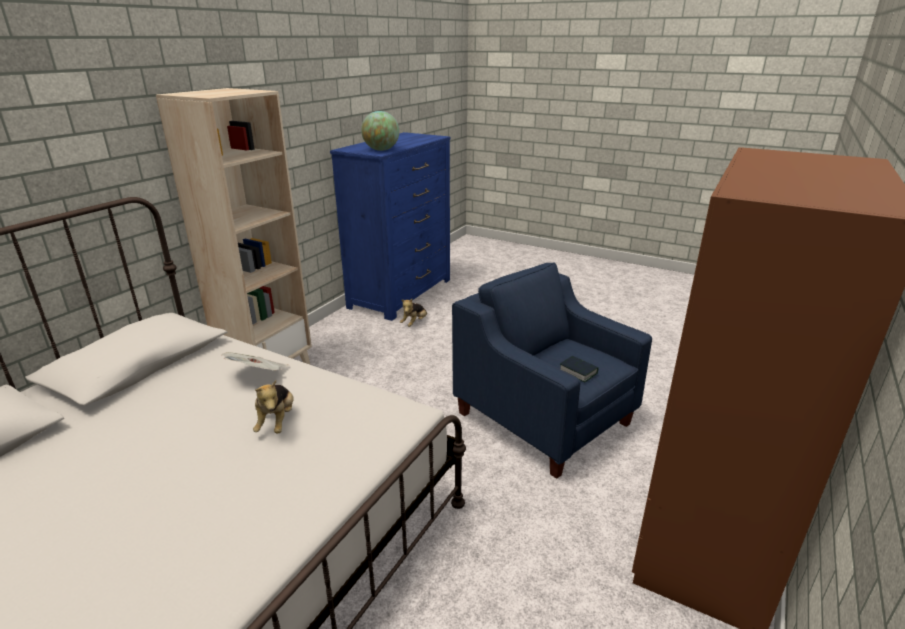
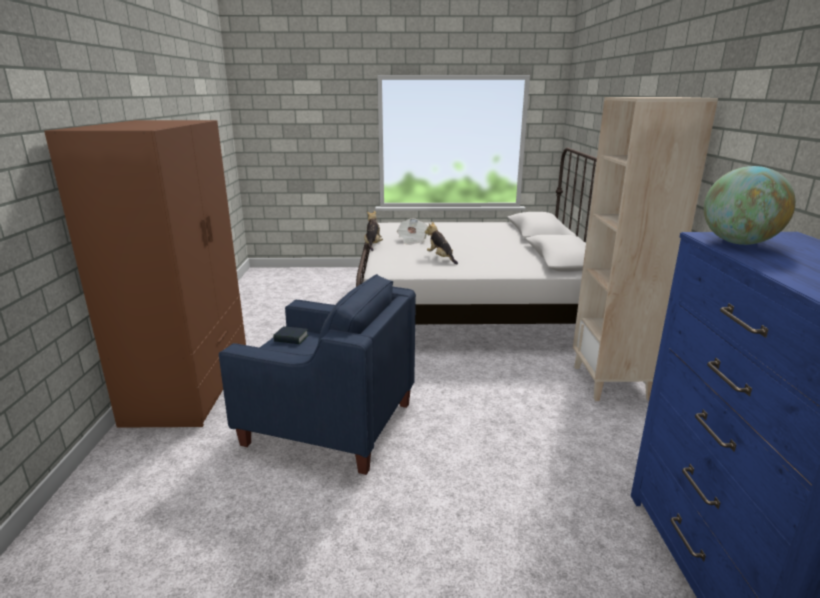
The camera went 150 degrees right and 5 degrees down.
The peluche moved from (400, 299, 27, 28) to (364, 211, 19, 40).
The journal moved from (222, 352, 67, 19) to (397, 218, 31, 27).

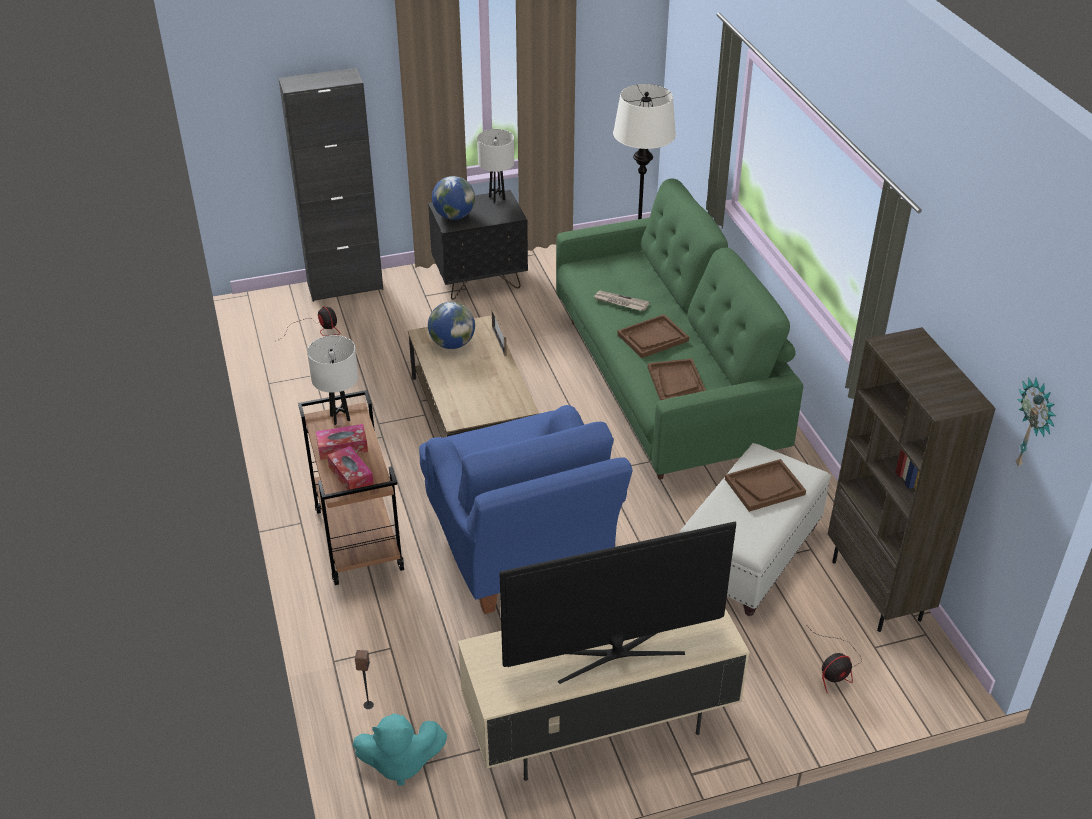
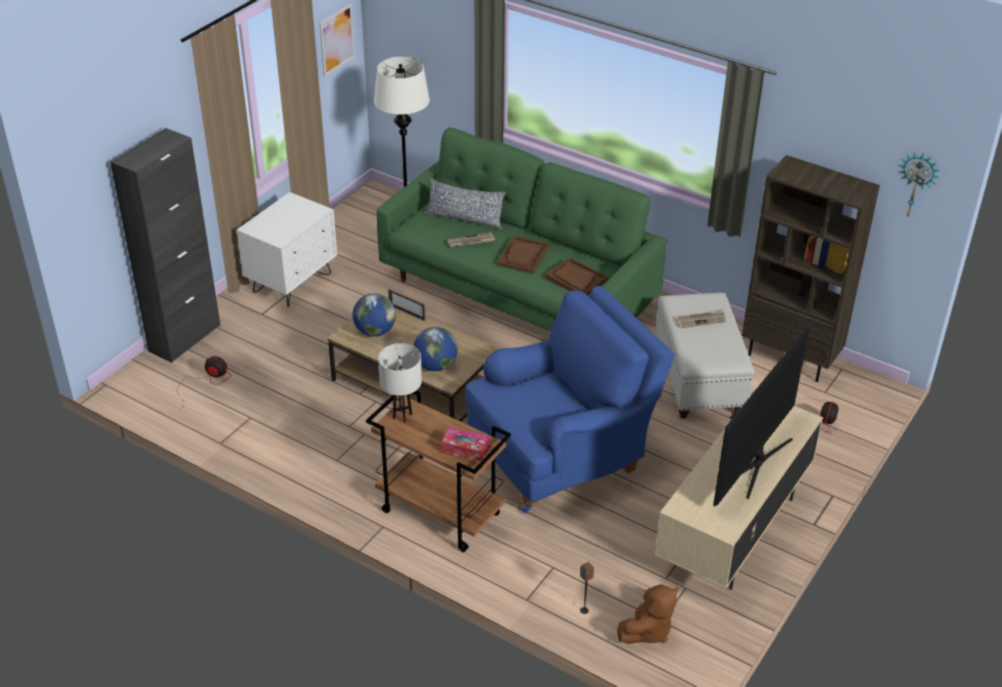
The camera went 40 degrees left and 0 degrees up.
The lampe de table (blanc) at (477, 129, 37, 74) disappeared.
The globe moved from (432, 176, 43, 44) to (414, 327, 44, 44).
The table de chevet (noir) at (428, 190, 100, 110) became the table de chevet (blanc) at (237, 192, 100, 115).
The fauteuil (bleu) at (419, 405, 213, 209) turned 60 degrees counterclockwise.
The boîte à mouchoirs at (316, 424, 52, 36) disappeared.
The plateau (marron) at (725, 459, 81, 53) was replaced by the journal at (676, 309, 50, 19).
The peluche (turquoise) at (352, 714, 95, 72) became the peluche (marron) at (617, 584, 62, 60).
The tableau at (319, 4, 36, 72) appeared.
The coussin at (424, 178, 82, 51) appeared.

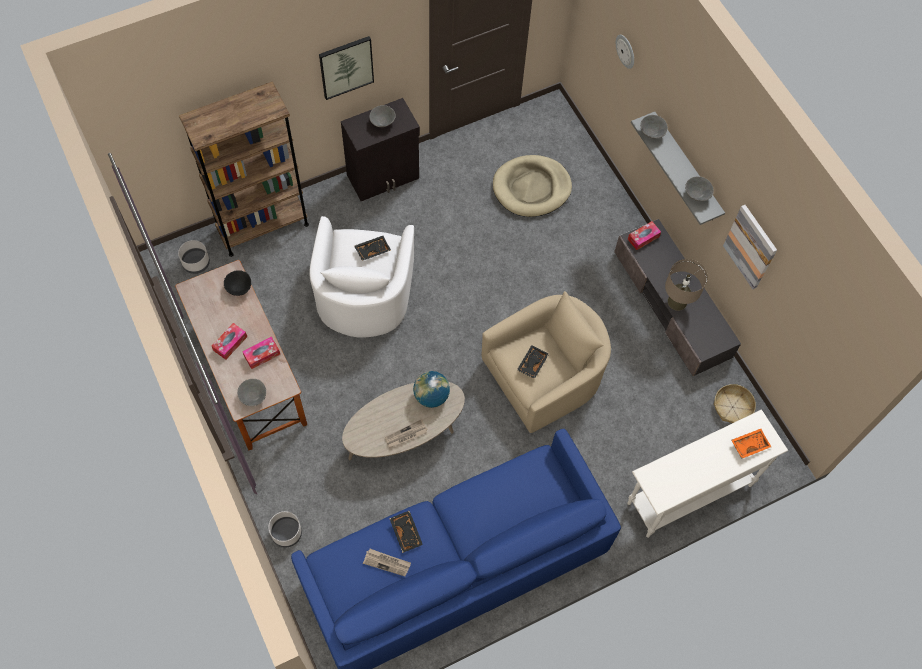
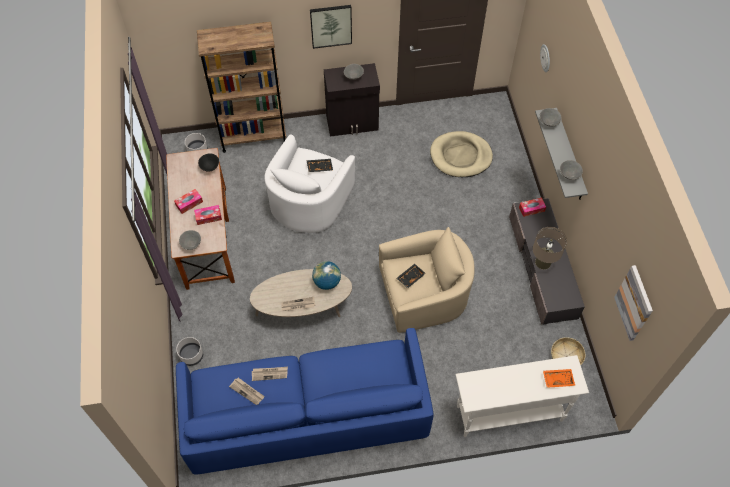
The camera went 20 degrees right and 5 degrees down.
The tableau moved from (723, 205, 54, 84) to (614, 265, 39, 76).
The plateau (noir) at (389, 510, 34, 43) was replaced by the journal at (252, 367, 36, 14).

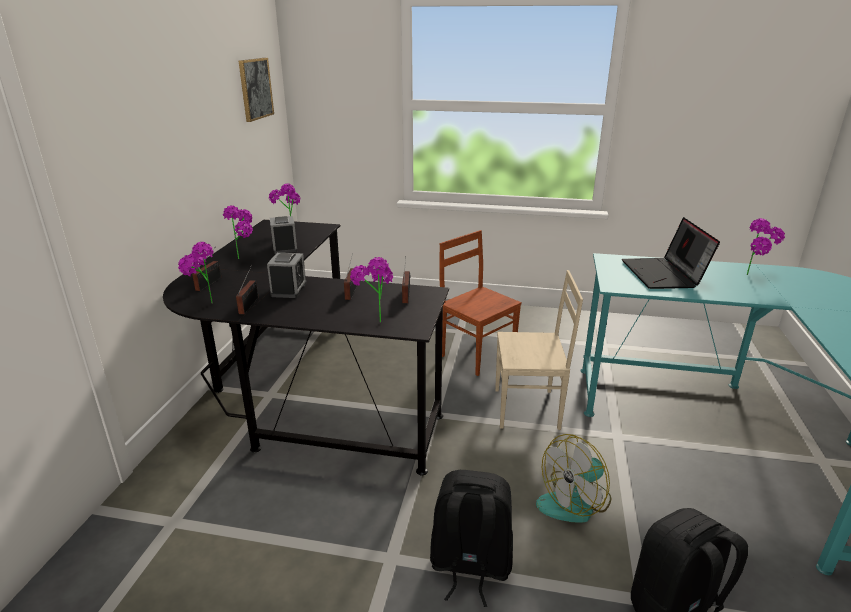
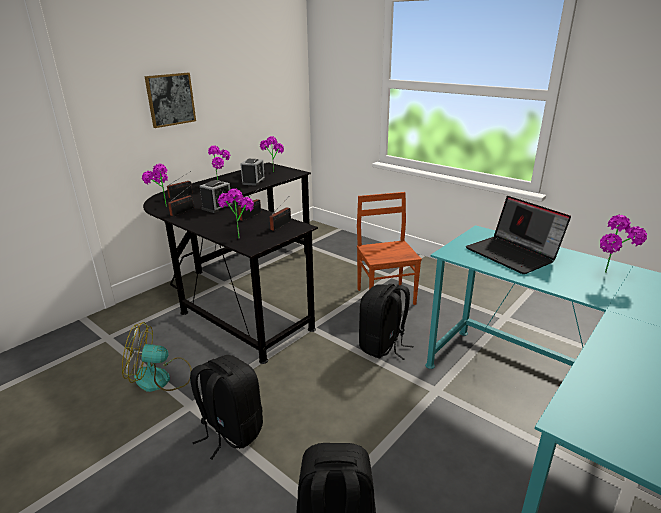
The camera went 30 degrees right and 0 degrees up.
The tableau moved from (239, 58, 35, 64) to (144, 73, 52, 55).
The ordinateur portable at (622, 217, 98, 72) turned 60 degrees counterclockwise.
The chaise (beige) at (495, 270, 88, 160) was replaced by the sac à dos (noir) at (359, 284, 55, 76).
The ventilateur moved from (536, 434, 75, 89) to (122, 322, 70, 70).

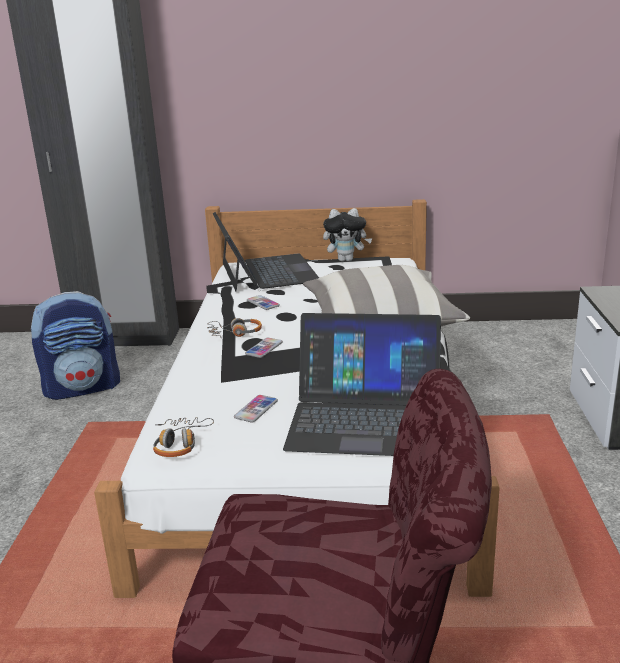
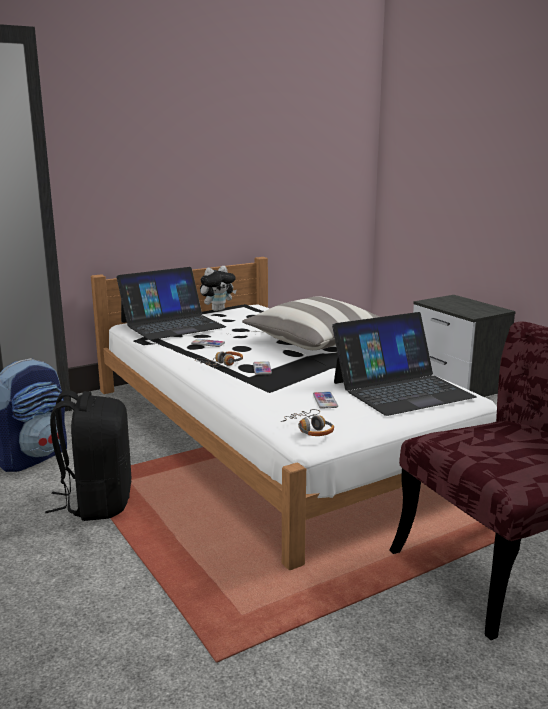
The camera went 35 degrees left and 5 degrees down.
The ordinateur portable at (213, 212, 106, 80) turned 105 degrees clockwise.
The sac à dos (noir) at (45, 390, 86, 131) appeared.

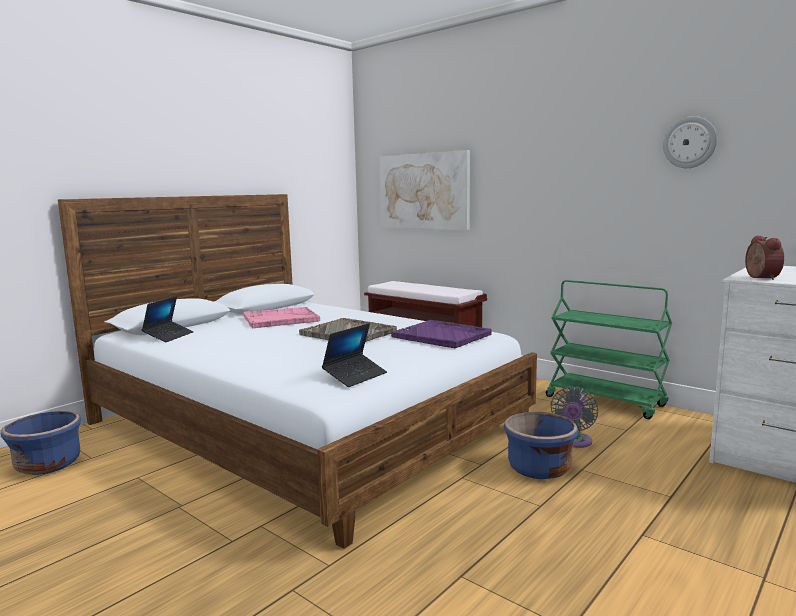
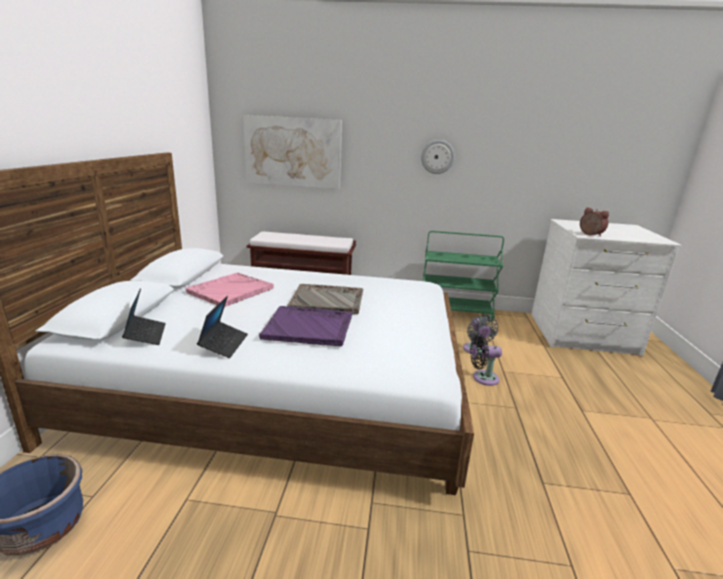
The camera went 35 degrees left and 10 degrees up.
The horloge murale moved from (663, 116, 54, 52) to (421, 140, 34, 34).
The plateau (violet) moved from (391, 320, 101, 28) to (259, 306, 93, 40).
The ordinateur portable moved from (322, 323, 65, 64) to (197, 296, 51, 62).
The cache-pot (bleu) at (504, 412, 74, 67) was replaced by the ventilateur (noir) at (470, 334, 32, 52).

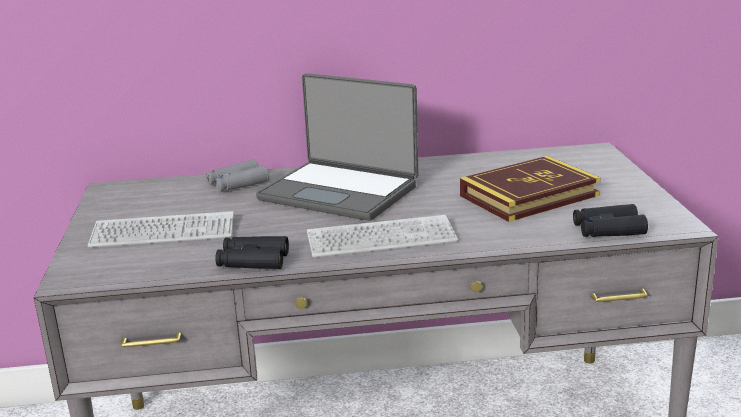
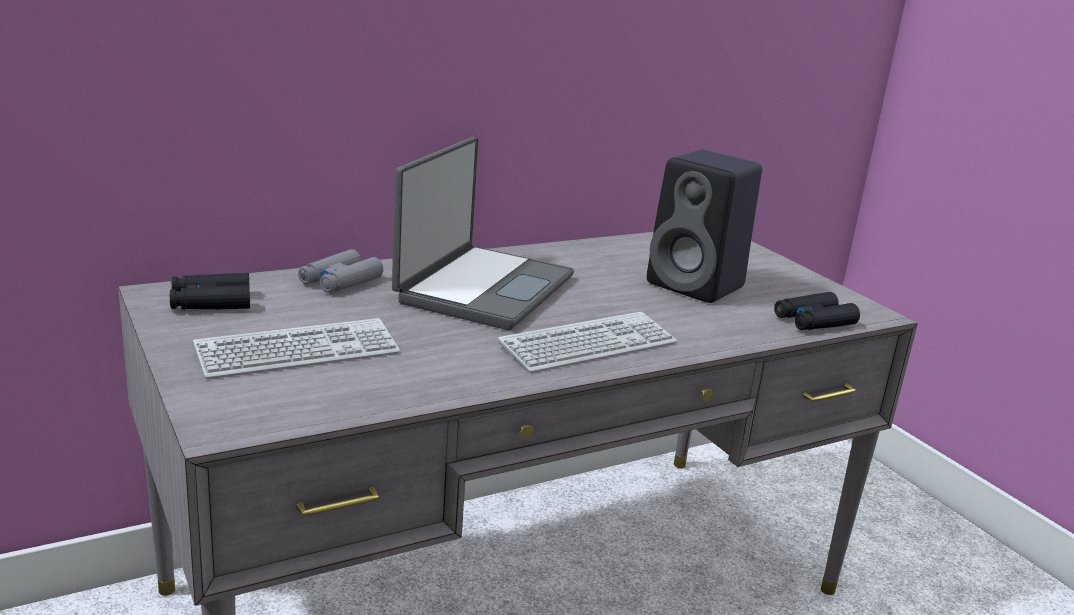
The camera went 25 degrees left and 0 degrees up.
The ordinateur portable at (256, 73, 162, 148) turned 75 degrees counterclockwise.
The livre at (460, 156, 140, 66) was replaced by the enceinte (noir) at (647, 150, 115, 153).
The jumelles (noir) moved from (215, 236, 74, 33) to (170, 273, 80, 36).

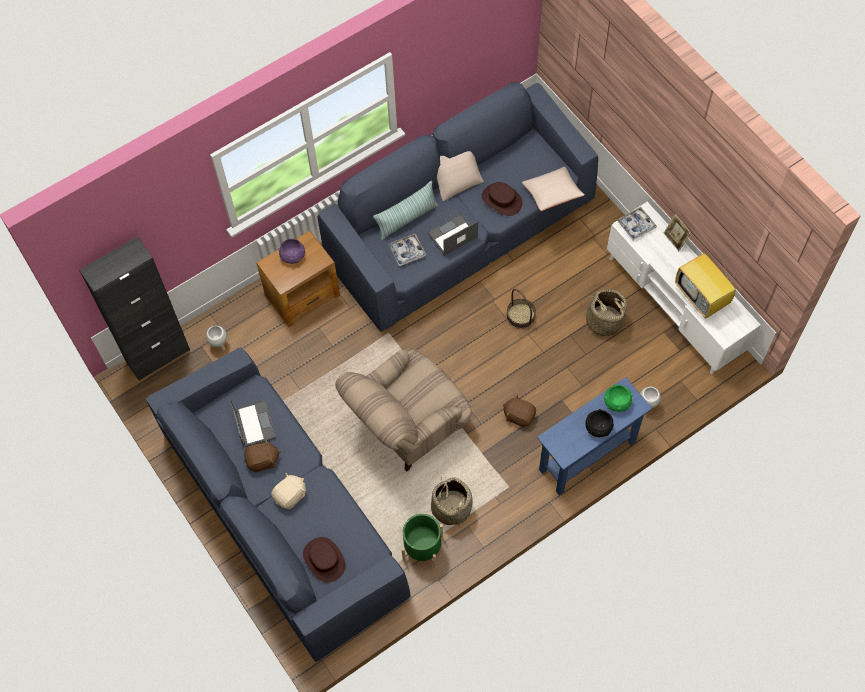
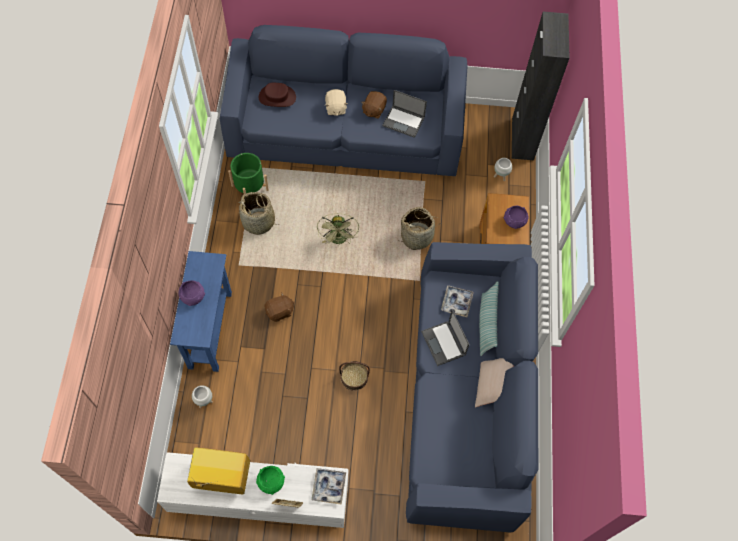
The camera went 125 degrees right and 0 degrees up.
The coussin (beige) at (522, 167, 63, 44) disappeared.
The chapeau (marron) at (481, 182, 41, 34) disappeared.
The ordinateur portable at (427, 214, 51, 42) turned 150 degrees clockwise.
The panier moved from (581, 289, 46, 47) to (400, 207, 38, 43).
The fauteuil (beige) at (335, 350, 137, 121) was replaced by the ventilateur (vert) at (317, 213, 42, 33).
The bol (vert) moved from (604, 384, 29, 28) to (256, 466, 29, 29).
The bol (noir) at (585, 409, 29, 28) became the bol (violet) at (178, 280, 27, 26).

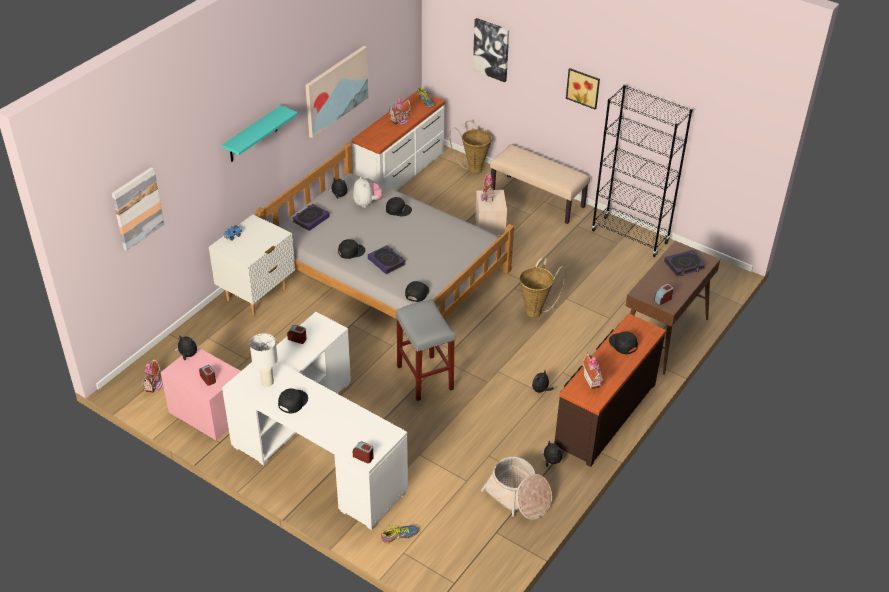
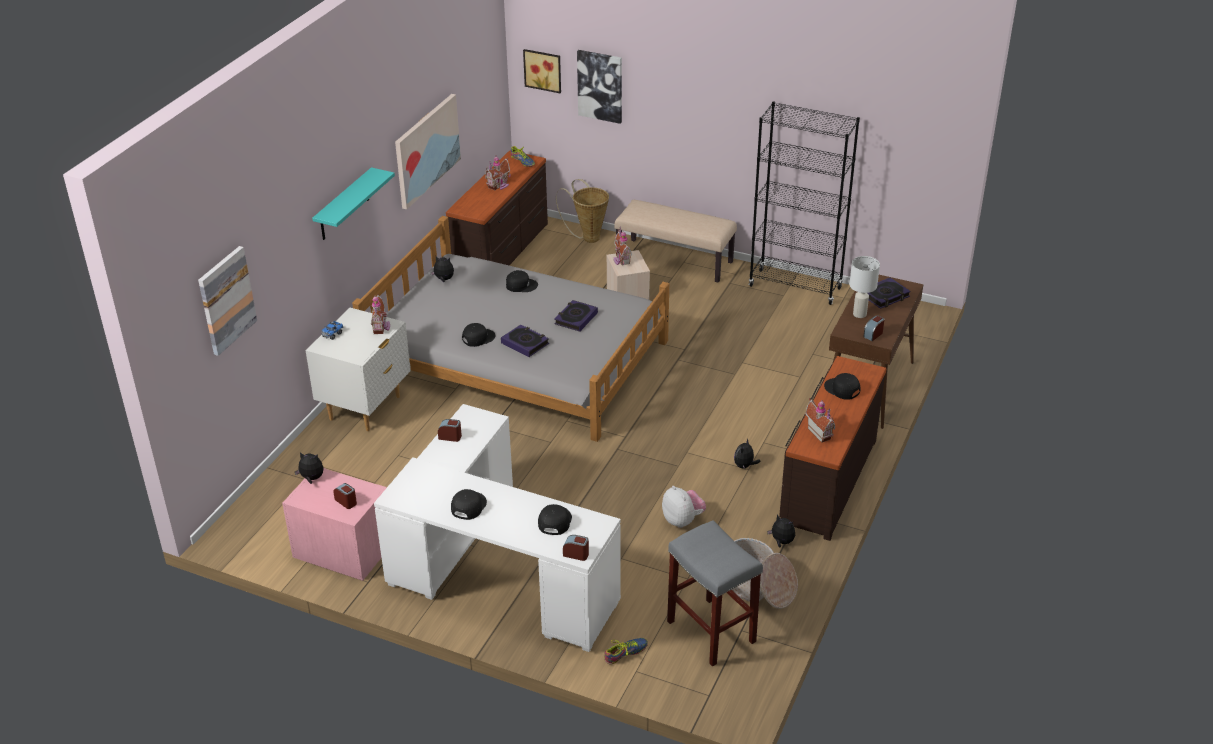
The camera went 10 degrees left and 5 degrees down.
The tableau moved from (566, 68, 34, 42) to (523, 49, 38, 44).
The commode (blanc) at (351, 90, 94, 101) became the commode (marron) at (446, 150, 102, 115).
The peluche moved from (353, 177, 30, 31) to (662, 486, 44, 42).
The livre moved from (292, 204, 38, 27) to (555, 300, 43, 32).
The panier at (519, 257, 47, 61) disappeared.
The casquette (noir) moved from (405, 281, 24, 21) to (538, 504, 34, 31).
The tabouret (gris) moved from (396, 299, 60, 102) to (667, 520, 96, 147).
The lampe de table (blanc) moved from (250, 333, 28, 54) to (849, 256, 31, 62).
The maison miniature moved from (142, 358, 21, 35) to (371, 294, 19, 40).

